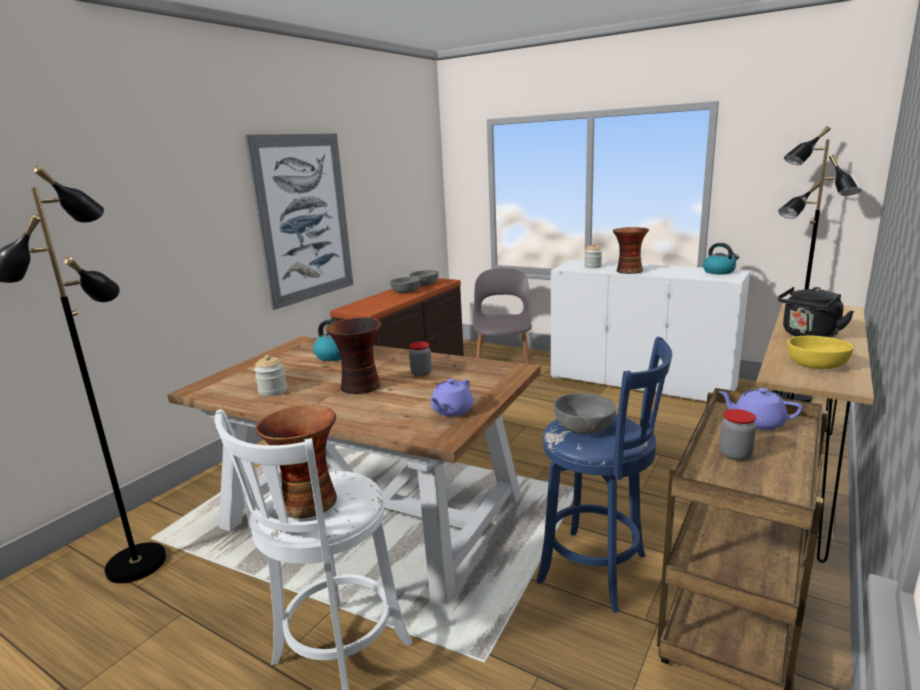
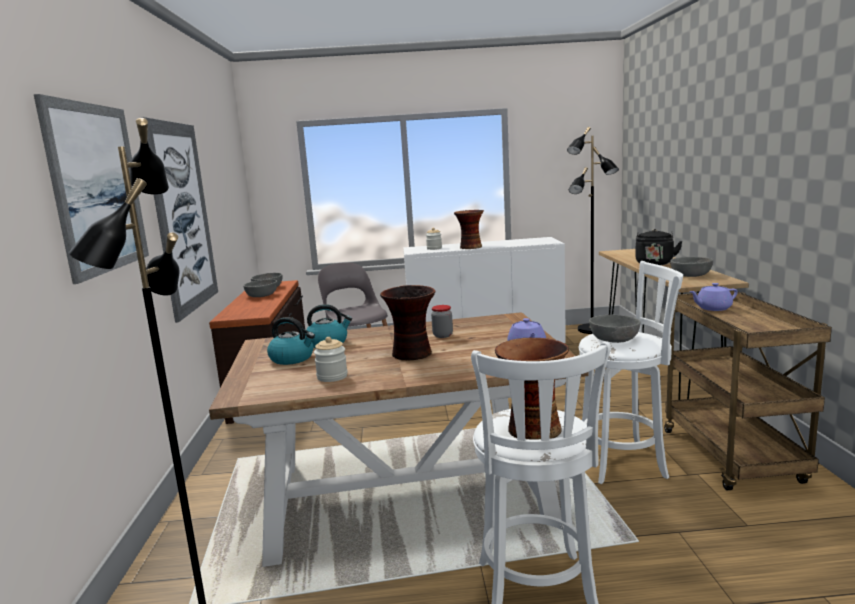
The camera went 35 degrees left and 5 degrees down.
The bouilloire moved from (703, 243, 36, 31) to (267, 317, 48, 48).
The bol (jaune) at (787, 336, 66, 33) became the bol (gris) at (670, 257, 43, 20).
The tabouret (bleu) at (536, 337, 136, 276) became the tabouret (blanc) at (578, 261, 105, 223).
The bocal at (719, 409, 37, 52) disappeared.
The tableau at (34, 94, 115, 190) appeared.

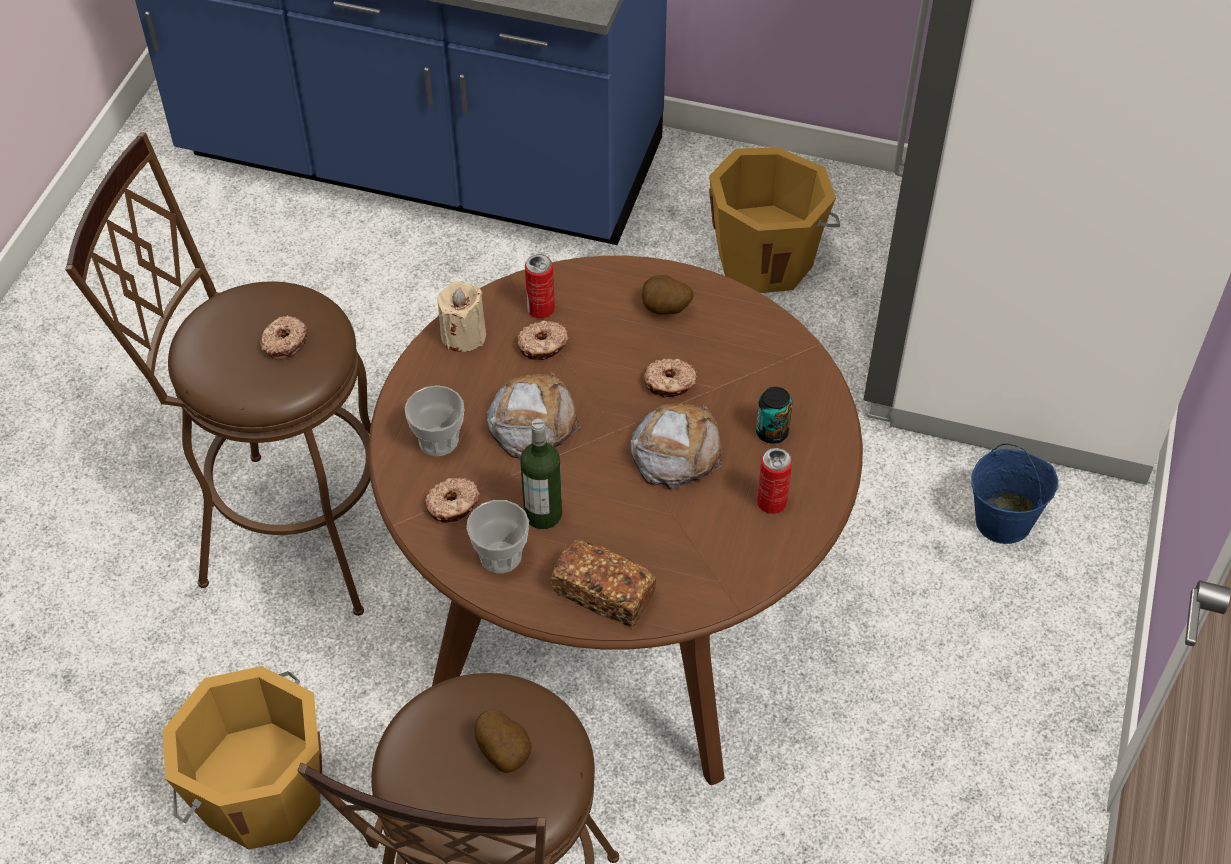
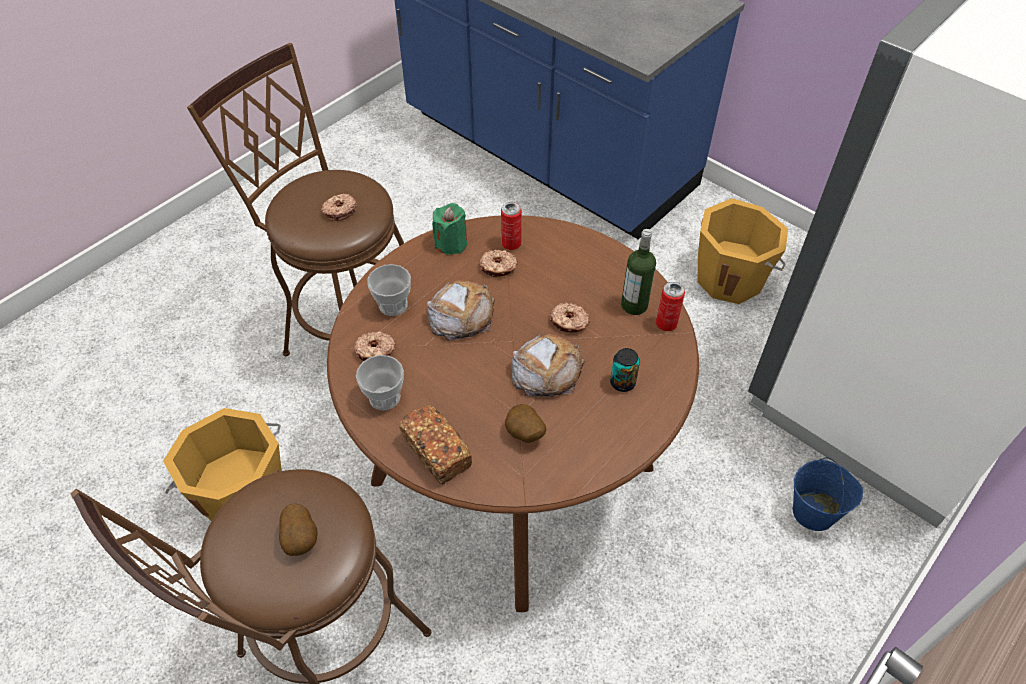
The camera went 25 degrees right and 0 degrees up.
The pomme de terre moved from (642, 275, 51, 40) to (505, 404, 41, 39).
The bougie (beige) at (437, 281, 49, 71) became the bougie (vert) at (432, 203, 35, 52).
The bouteille moved from (520, 419, 42, 110) to (621, 229, 35, 86).
The boîte métallique moved from (757, 448, 35, 66) to (656, 282, 29, 49).

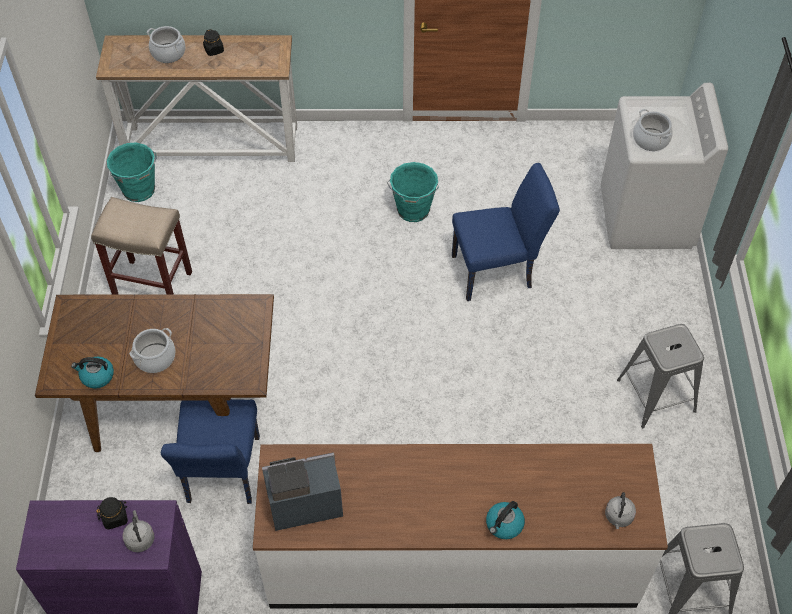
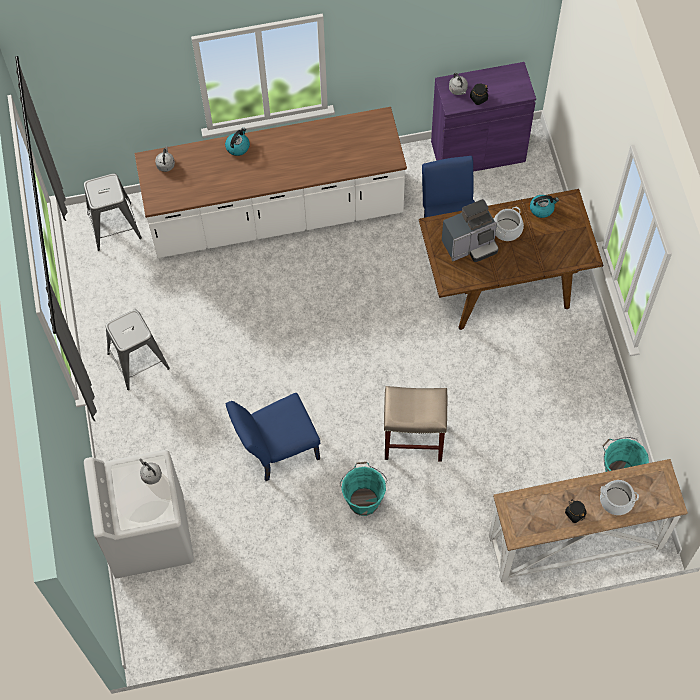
The camera went 170 degrees right and 10 degrees up.
The marmite at (633, 109, 40, 42) was replaced by the bouilloire (gris) at (140, 459, 22, 25).
The tabouret (beige) moved from (91, 197, 101, 98) to (384, 386, 63, 76).
The machine à café moved from (262, 453, 81, 78) to (442, 199, 57, 63).

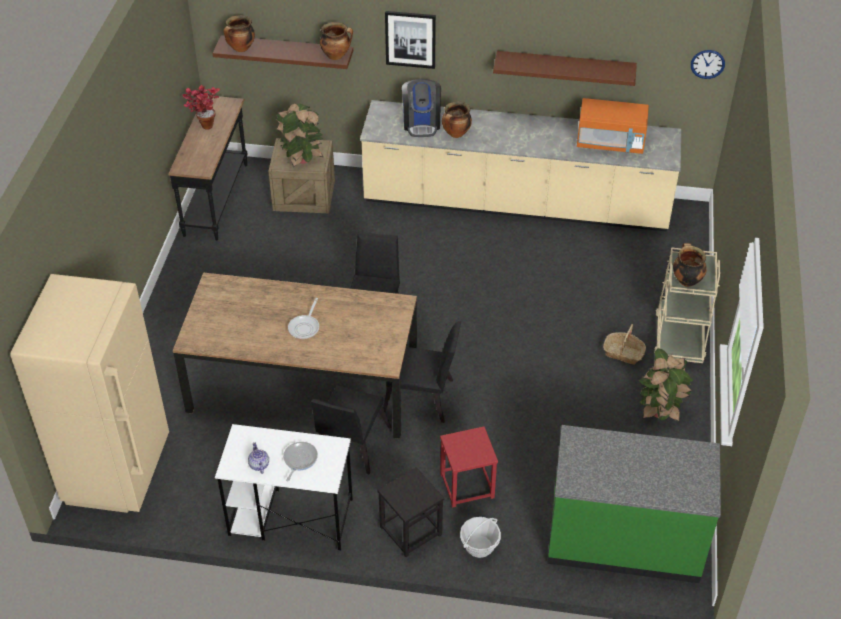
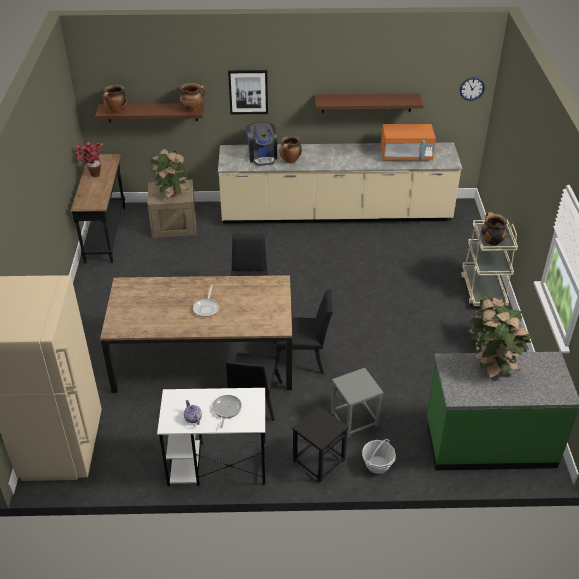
The camera went 10 degrees left and 5 degrees down.
The panier at (603, 324, 43, 41) disappeared.
The tabouret (rouge) at (440, 426, 58, 82) became the tabouret (gris) at (331, 368, 53, 70).
The plante en pot at (473, 310, 59, 69) appeared.

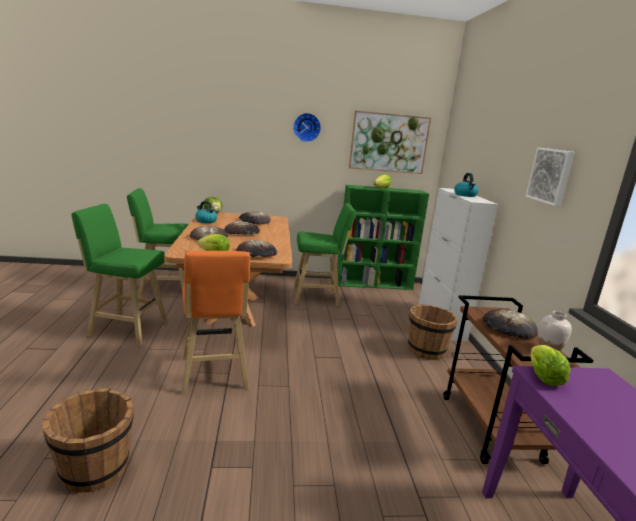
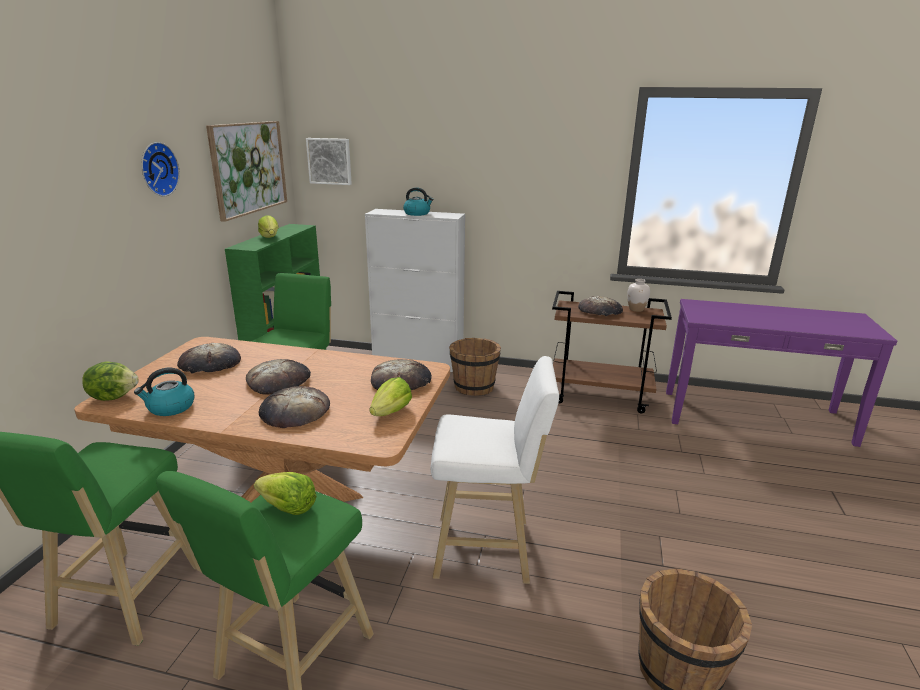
The camera went 70 degrees left and 5 degrees up.
The tableau moved from (526, 147, 49, 60) to (306, 138, 46, 47).
The tabouret (orange) at (182, 251, 68, 143) became the tabouret (blanc) at (430, 356, 129, 228).
The laitue moved from (530, 345, 41, 41) to (254, 472, 63, 43).

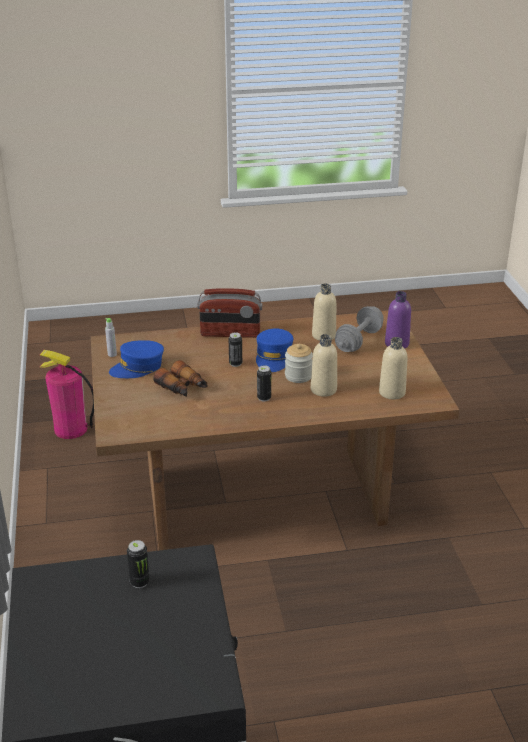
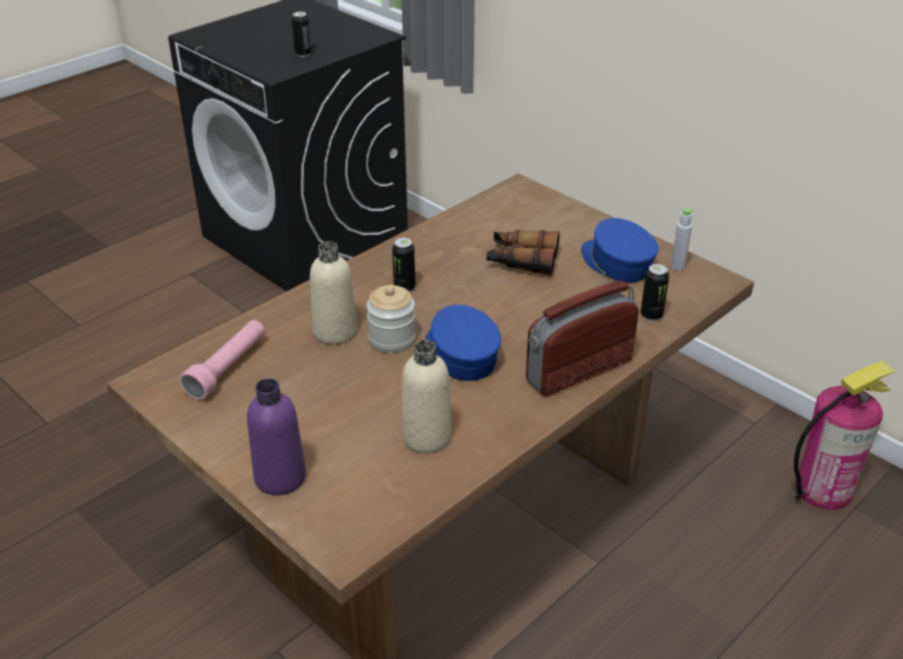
The camera went 145 degrees right and 5 degrees up.
The haltère (gris) at (335, 306, 48, 46) disappeared.
The boîte métallique moved from (229, 332, 13, 35) to (641, 264, 28, 57).
The bouteille (beige) at (379, 337, 28, 63) was replaced by the lampe de poche (rose) at (180, 320, 85, 80).
The casquette (bleu) at (109, 340, 55, 38) turned 60 degrees counterclockwise.

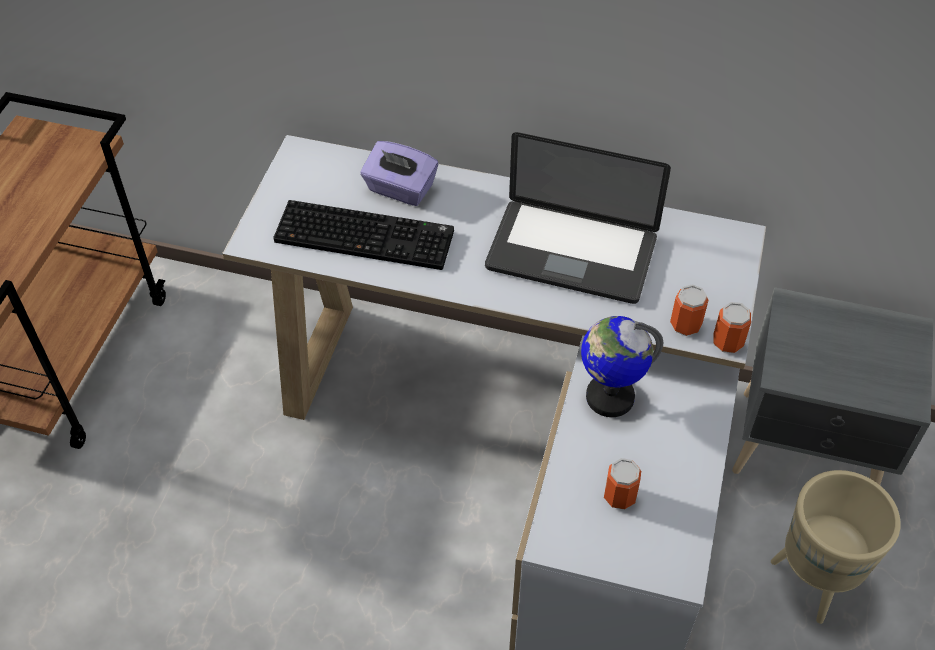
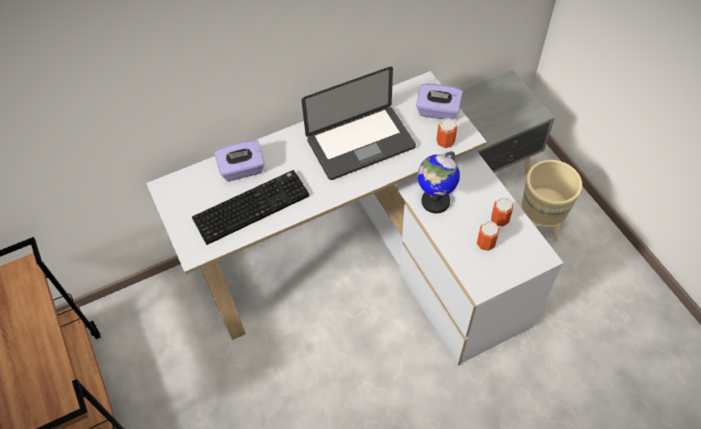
The camera went 40 degrees left and 5 degrees up.
The boîte métallique moved from (713, 302, 38, 51) to (491, 197, 22, 30).
The boîte à mouchoirs (violet) at (416, 84, 47, 36) appeared.

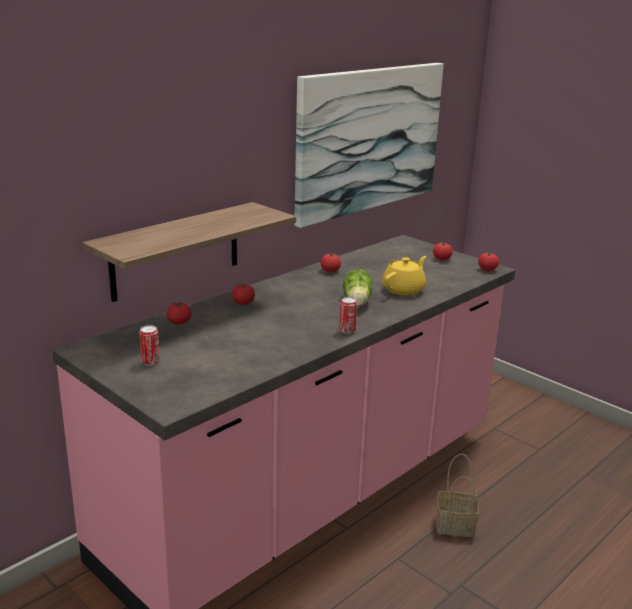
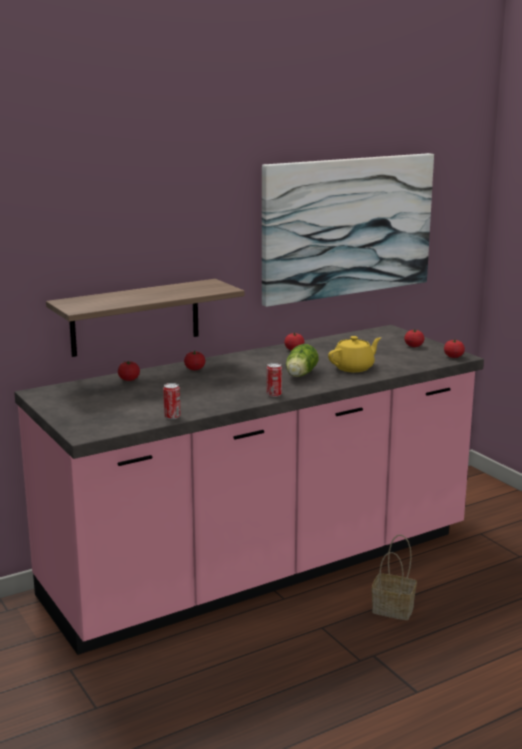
The camera went 15 degrees right and 5 degrees down.
The boîte métallique moved from (139, 325, 21, 41) to (163, 383, 18, 36).

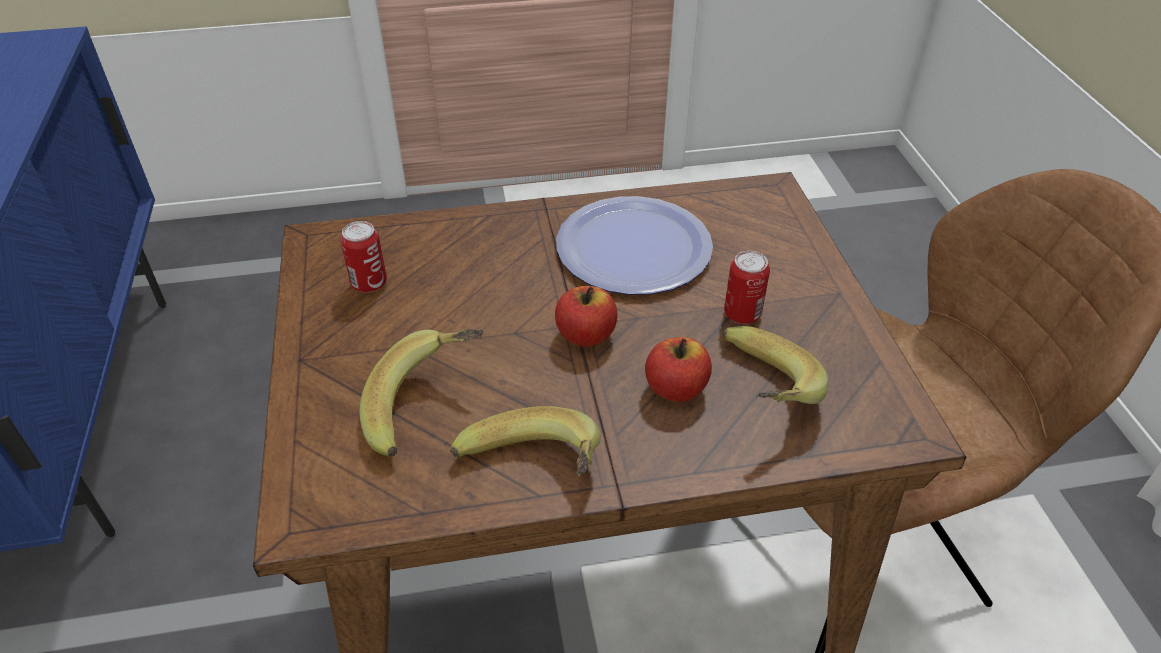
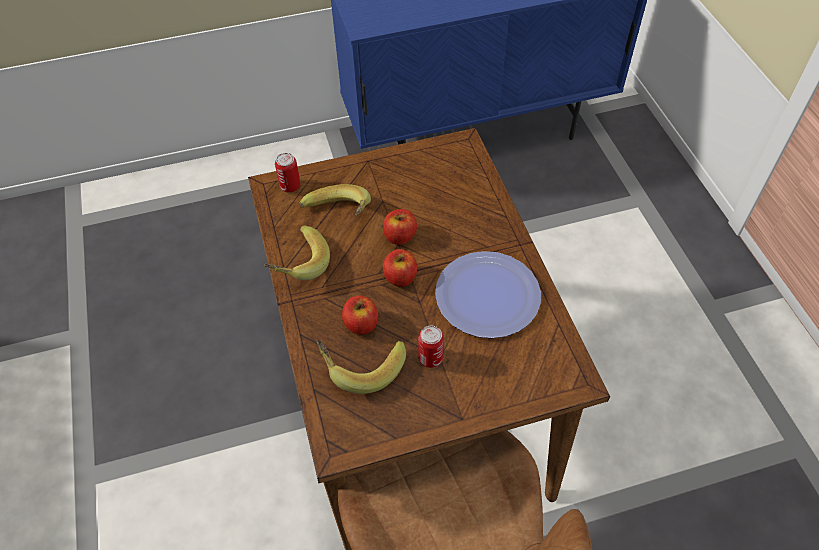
The camera went 85 degrees right and 10 degrees up.
The boîte métallique moved from (340, 221, 47, 72) to (275, 153, 26, 40).
The pomme at (383, 209, 34, 36) appeared.

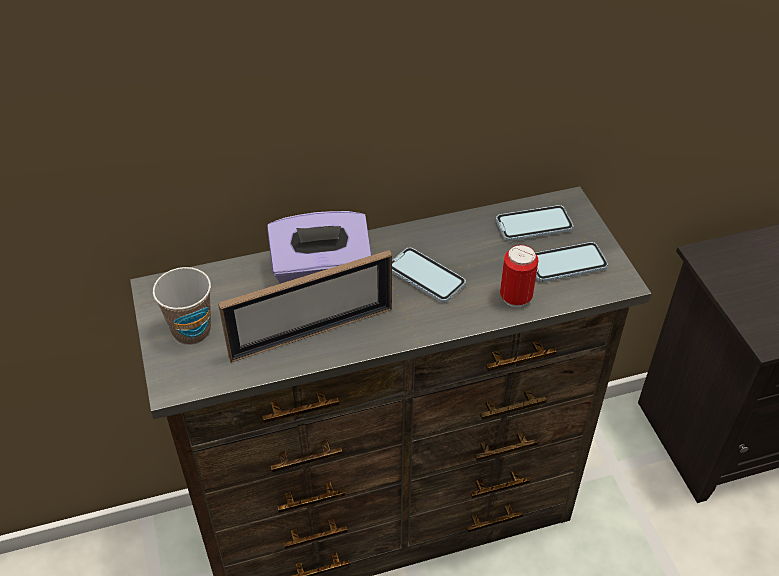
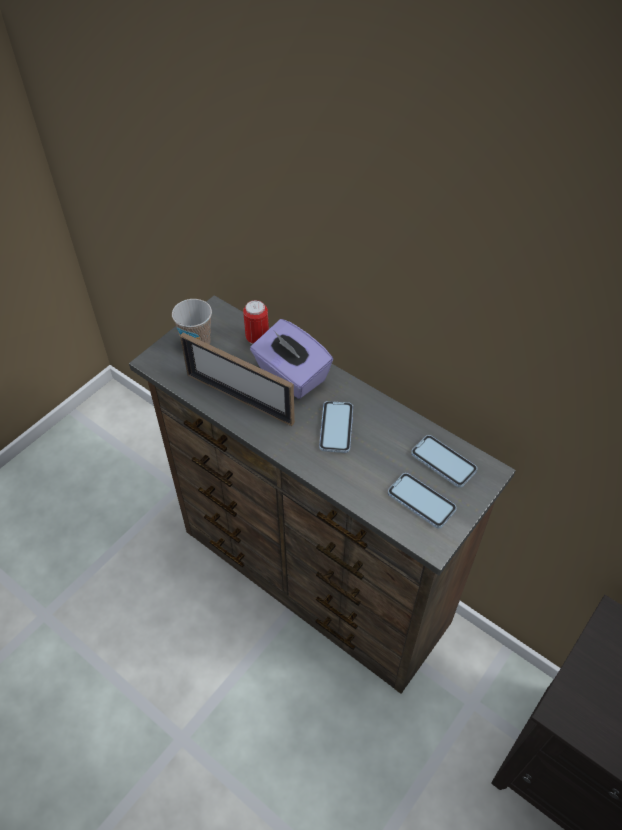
The camera went 55 degrees right and 5 degrees up.
The boîte métallique moved from (500, 244, 39, 63) to (243, 300, 26, 45).

